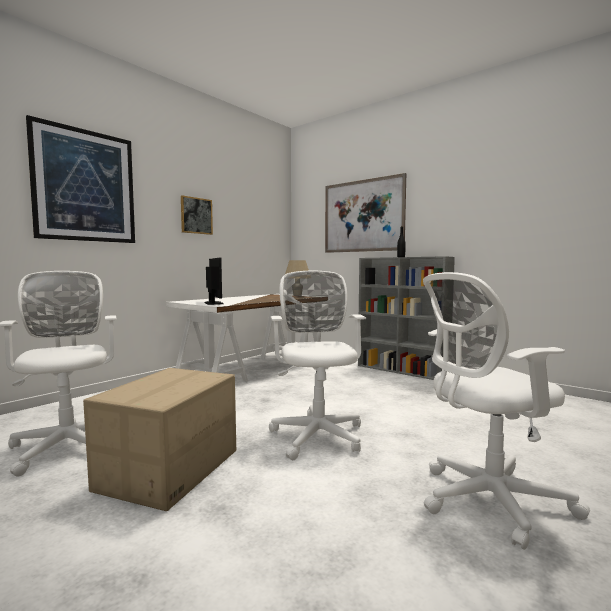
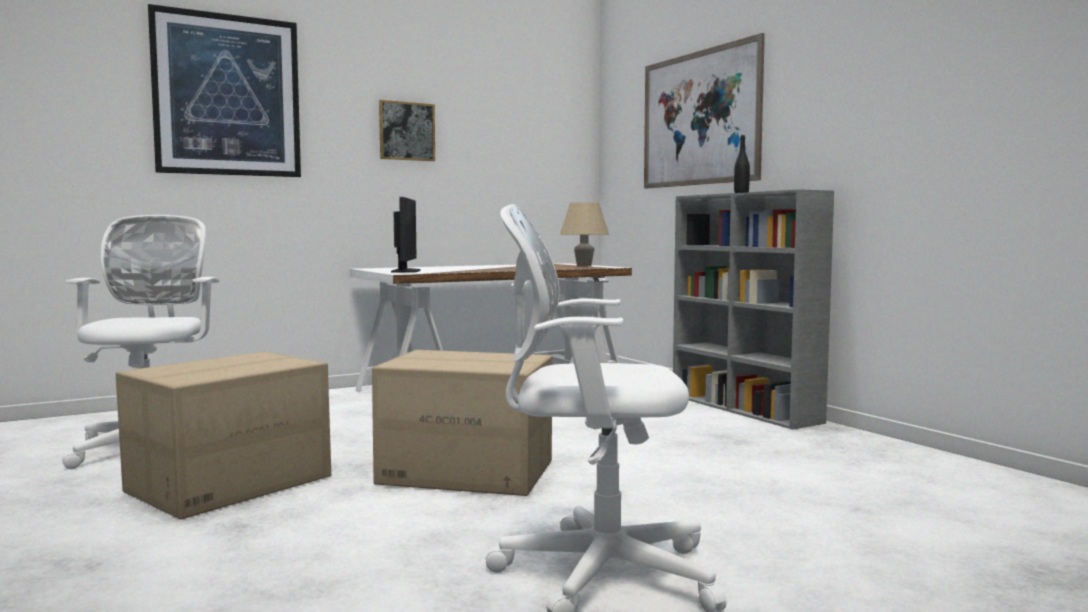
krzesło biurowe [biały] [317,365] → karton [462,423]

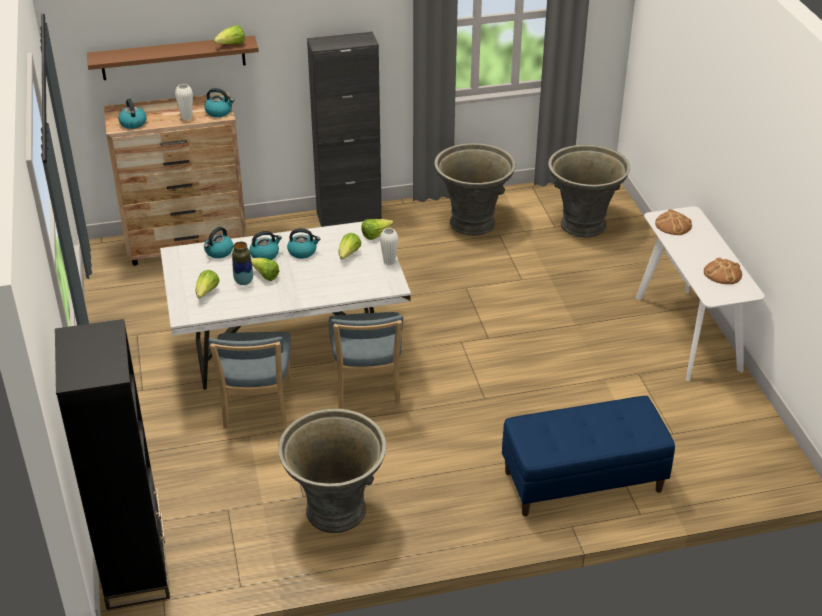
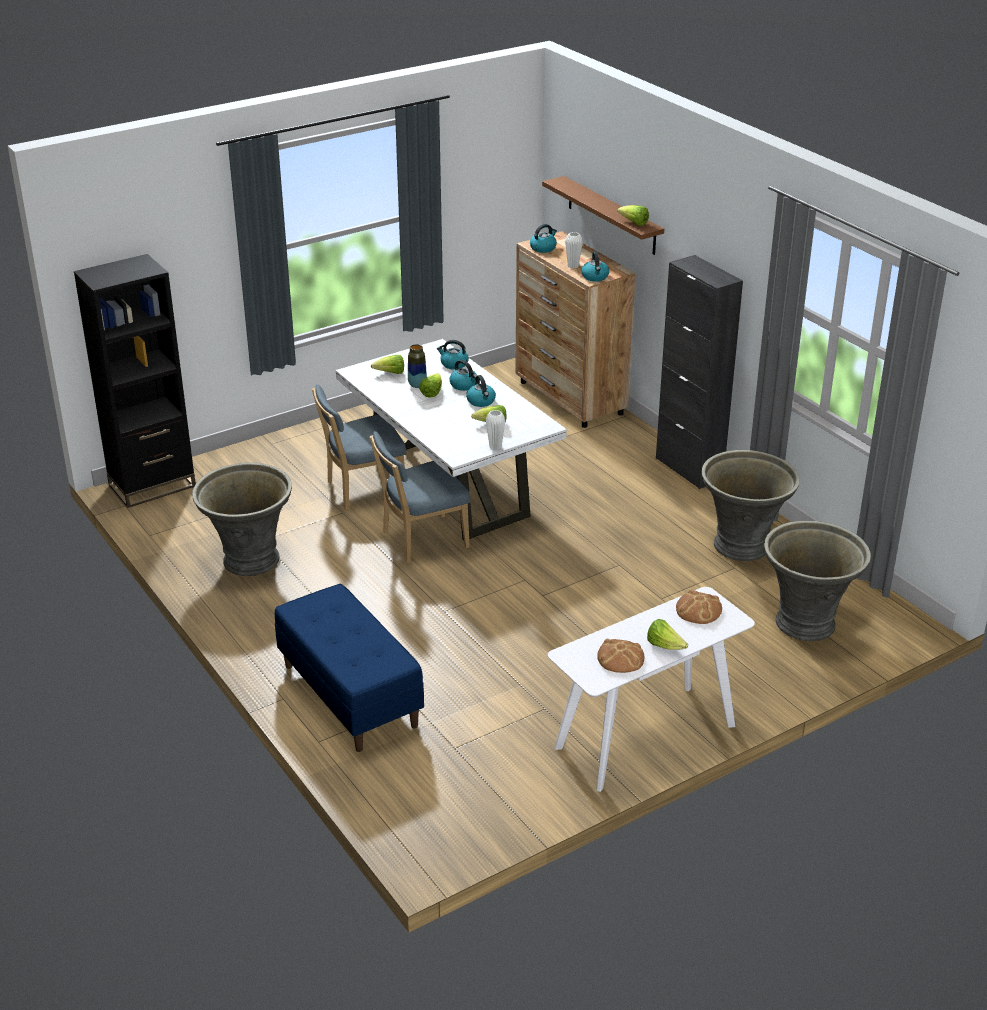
sałata [377,229] → sałata [667,634], move

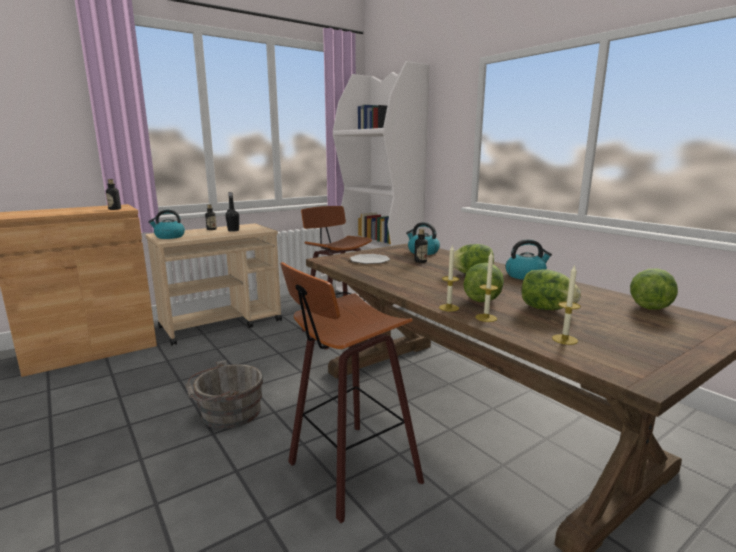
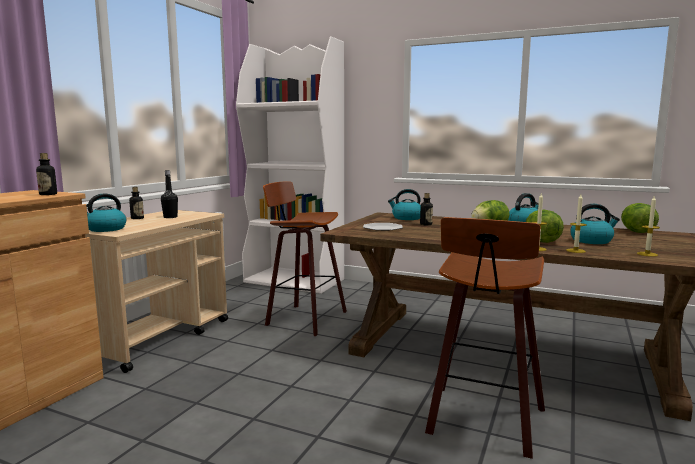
wiadro [szary] [224,394] → -
sałata [551,289] → czajnik [595,224]

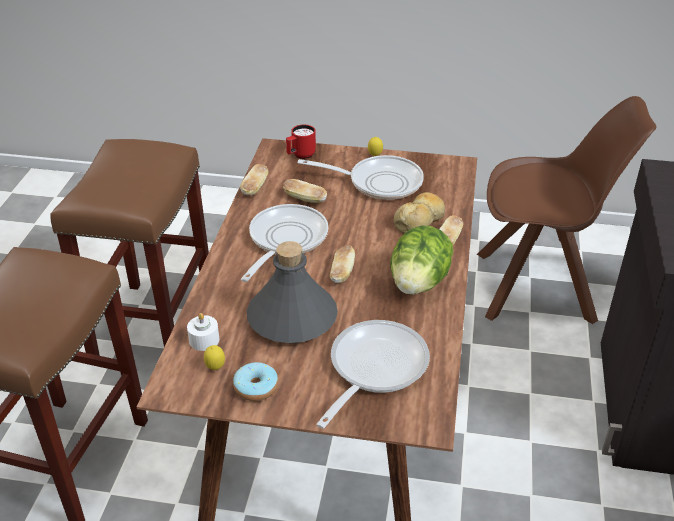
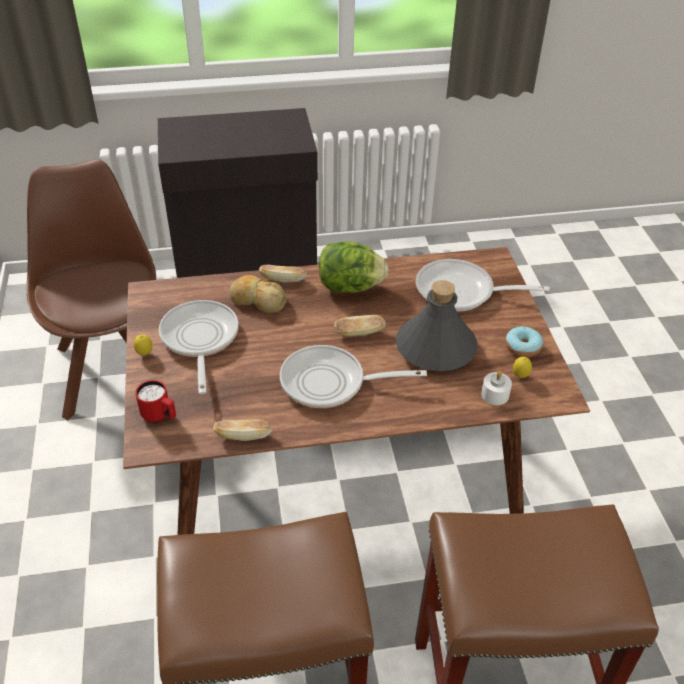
chleb [305,191] → -

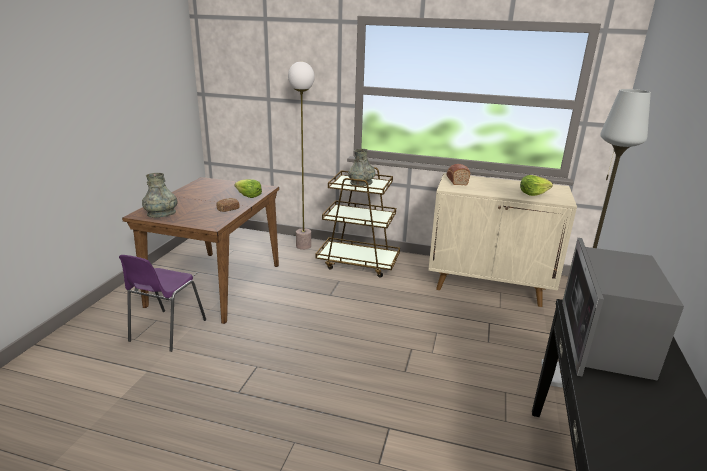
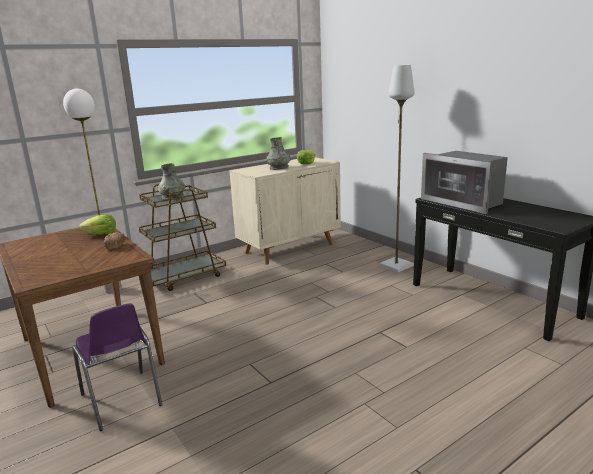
chleb [458,174] → -
wazon [szary] [160,195] → wazon [szary] [278,153], move

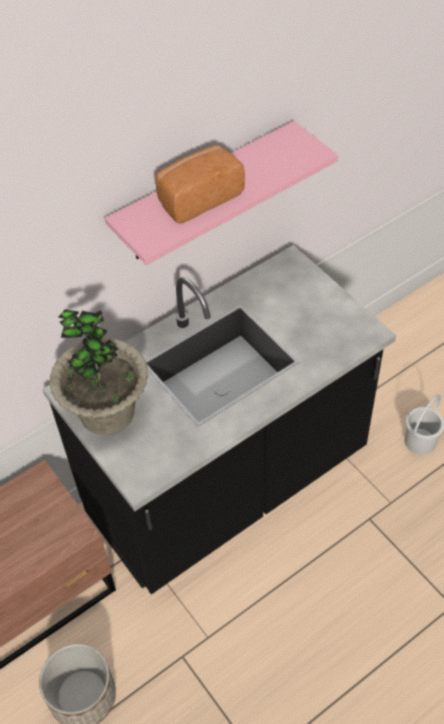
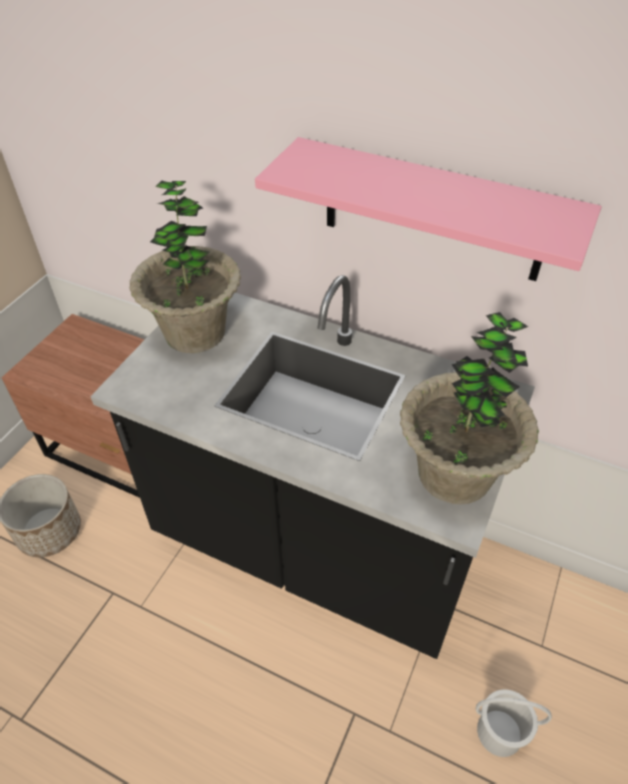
chleb [200,184] → -
- → roślina doniczkowa [469,408]

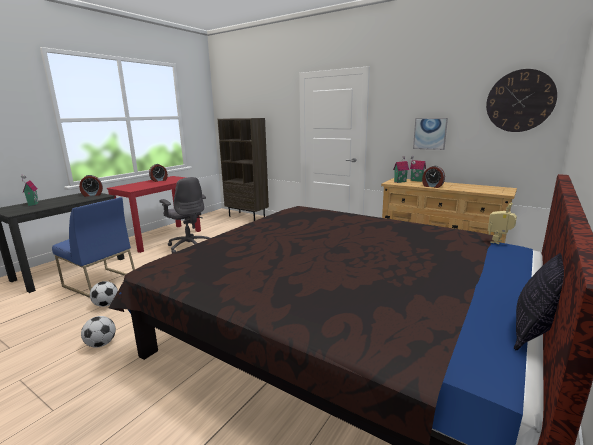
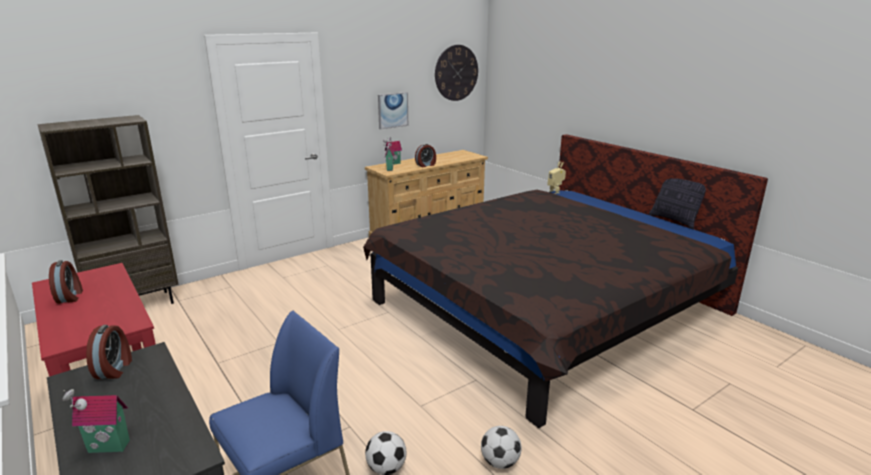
krzesło biurowe [szary] [184,215] → -

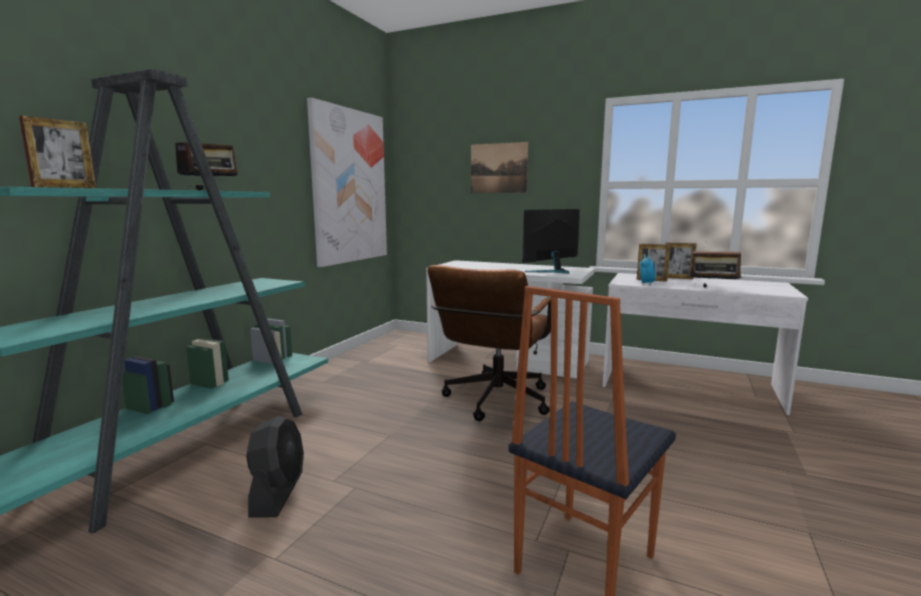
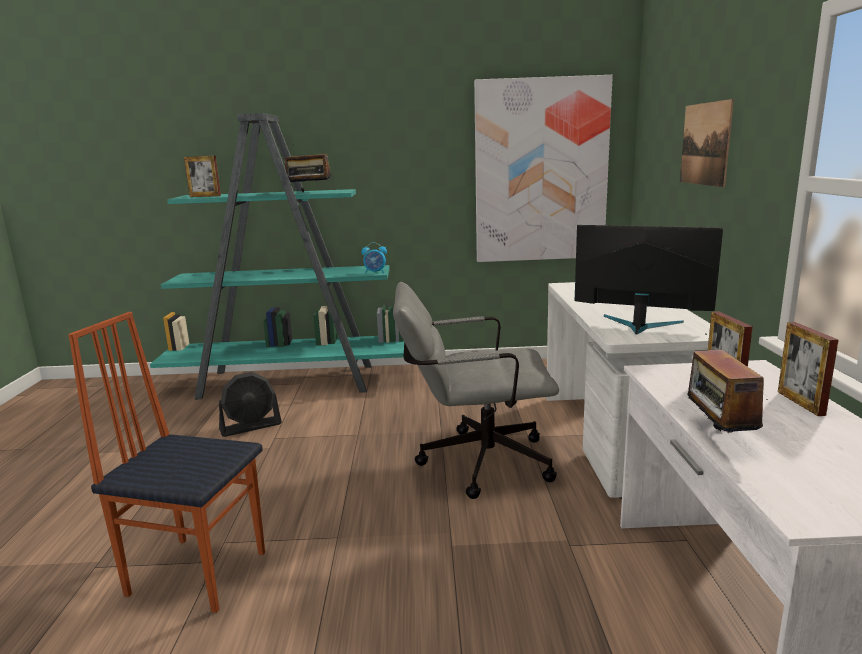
budzik [648,270] → budzik [374,258], move
krzesło biurowe [brązowy] [489,343] → krzesło biurowe [szary] [476,390]

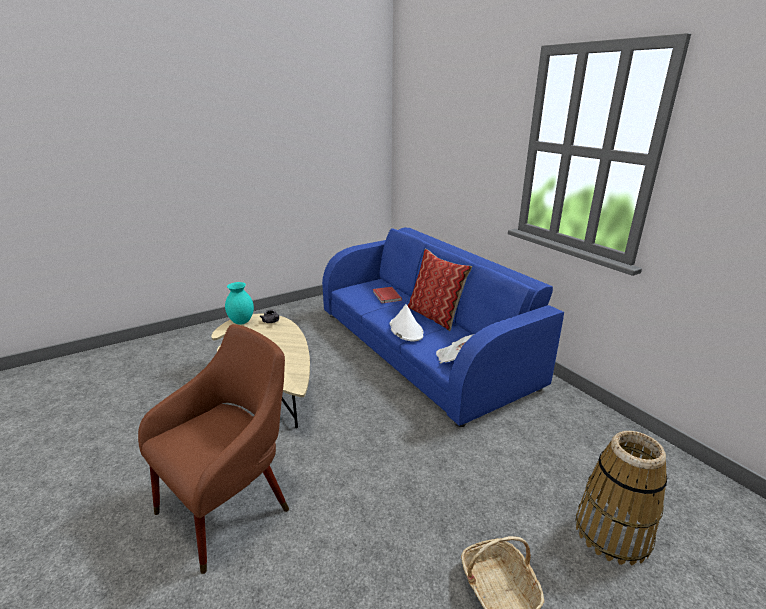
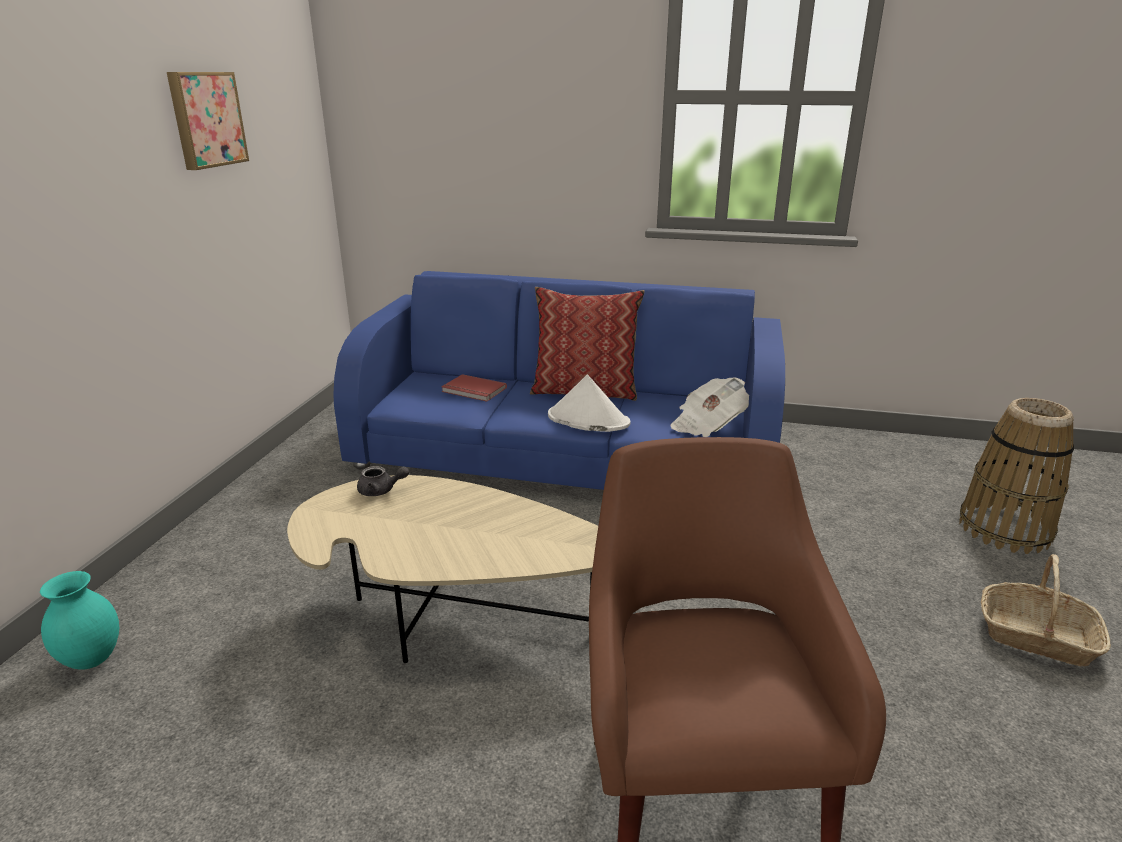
- → obraz [208,121]
wazon [turkusowy] [239,303] → wazon [turkusowy] [79,620], move

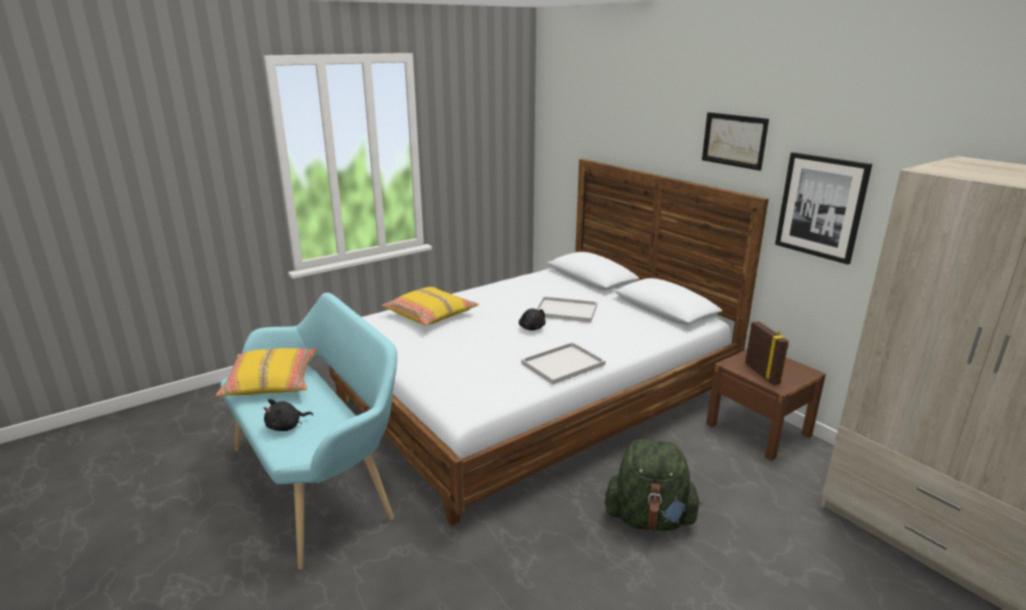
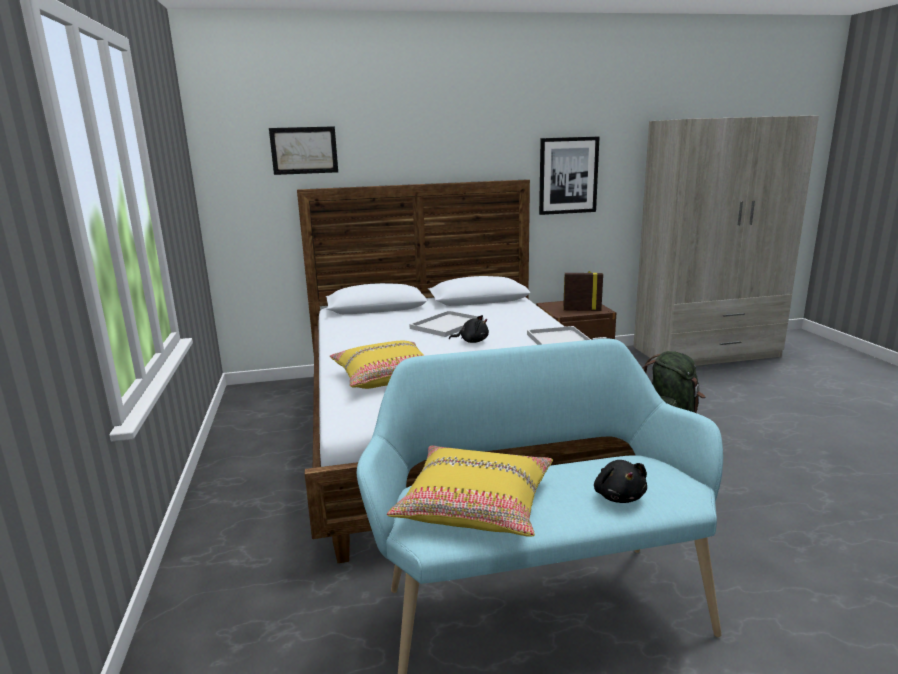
obraz [735,141] → obraz [303,150], move

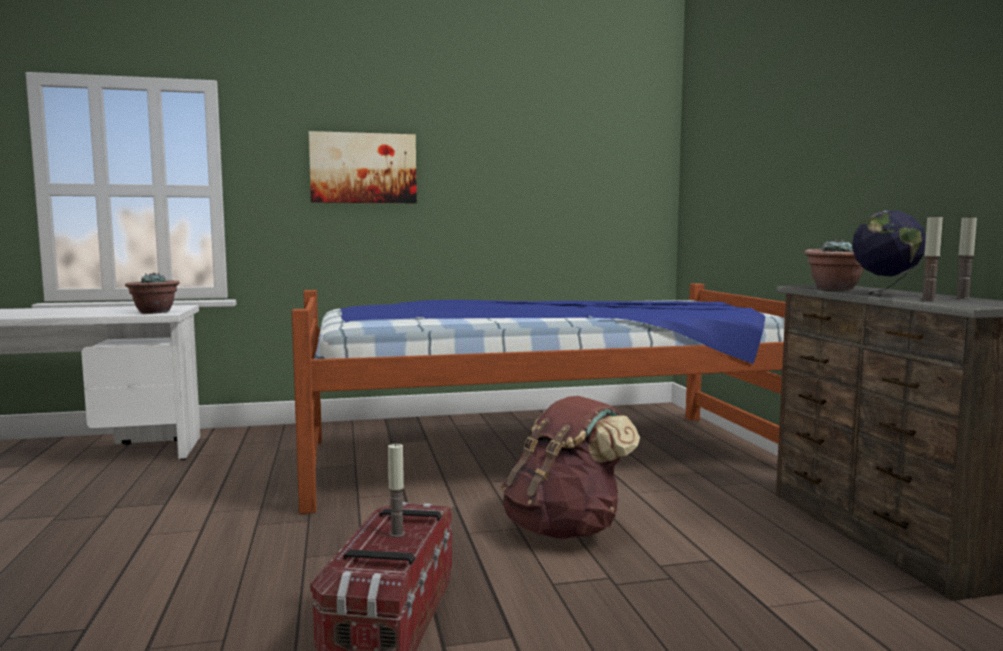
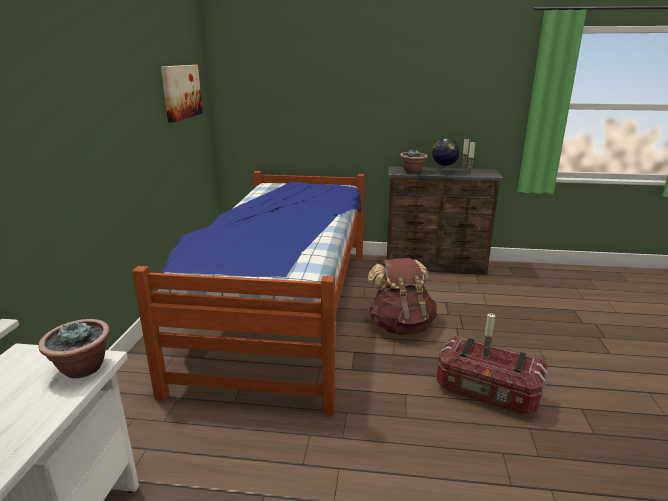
obraz [363,167] → obraz [182,94], move

